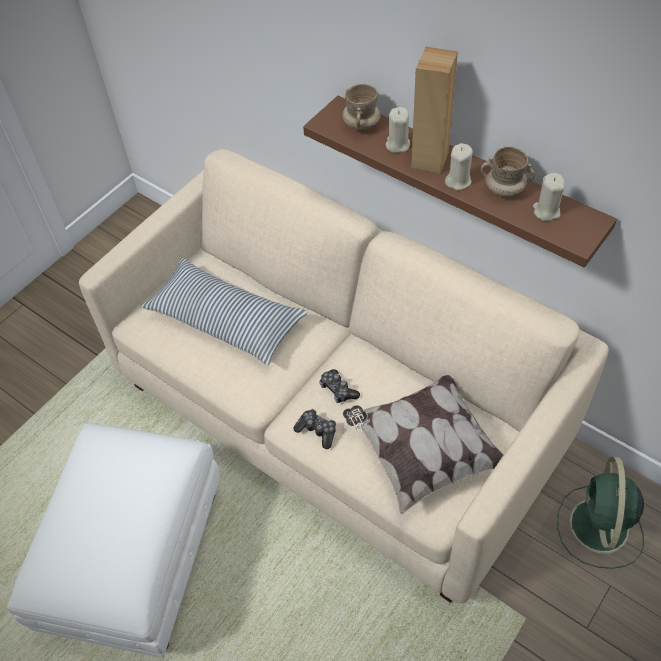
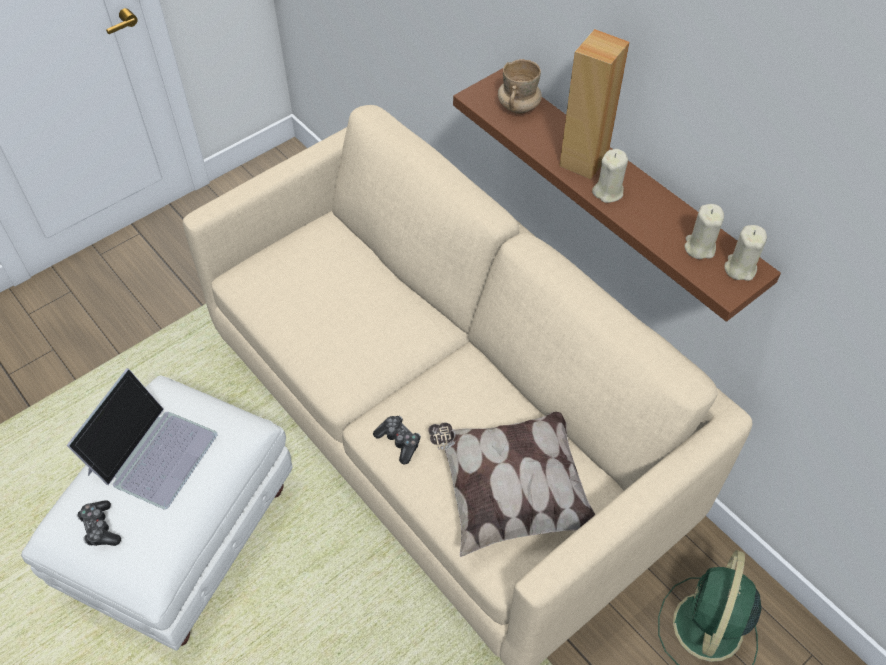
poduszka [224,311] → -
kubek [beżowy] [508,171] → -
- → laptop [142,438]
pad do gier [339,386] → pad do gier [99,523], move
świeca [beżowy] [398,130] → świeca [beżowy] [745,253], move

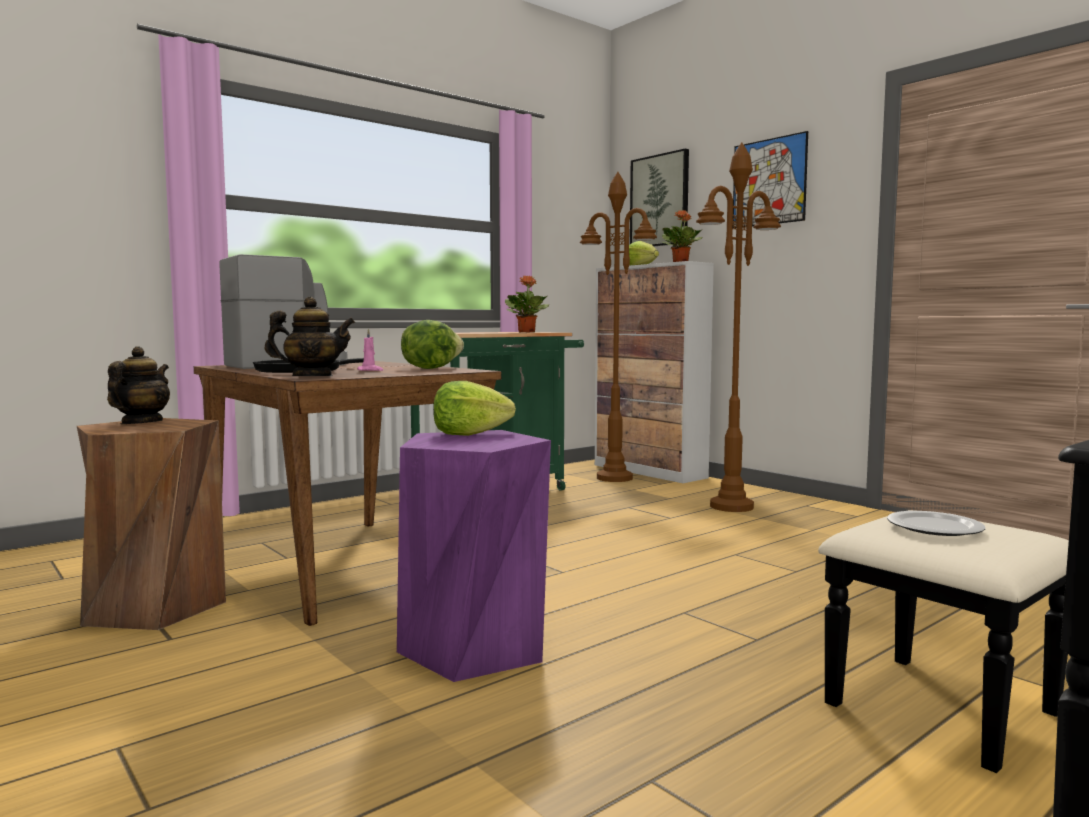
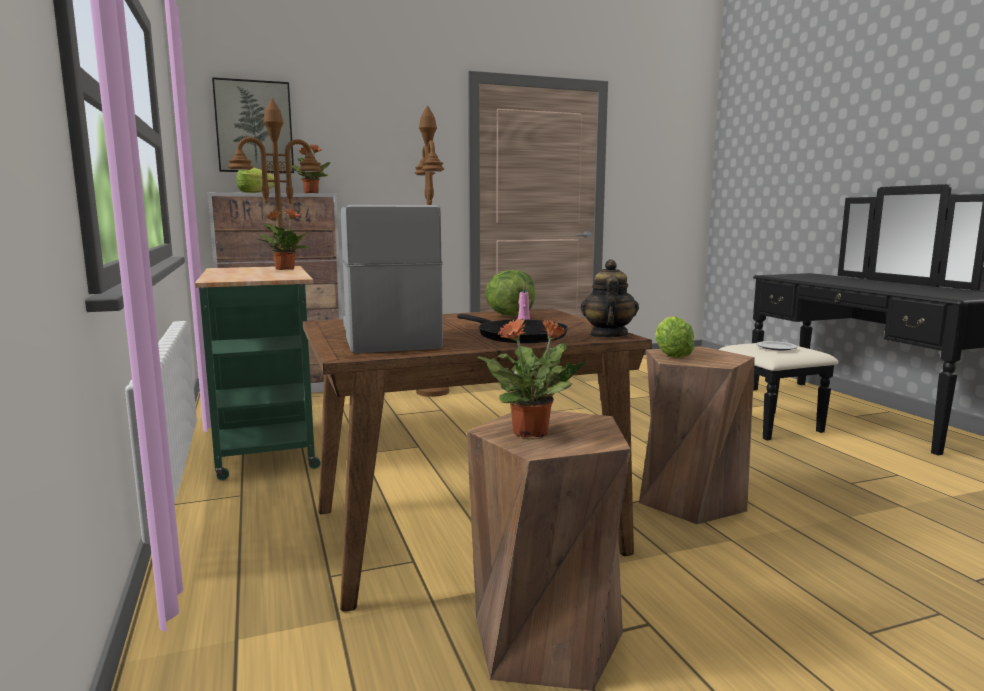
obraz [770,179] → -
imbryk [138,385] → roślina doniczkowa [532,378]
stołek [fioletowy] [474,556] → stołek [brązowy] [697,435]

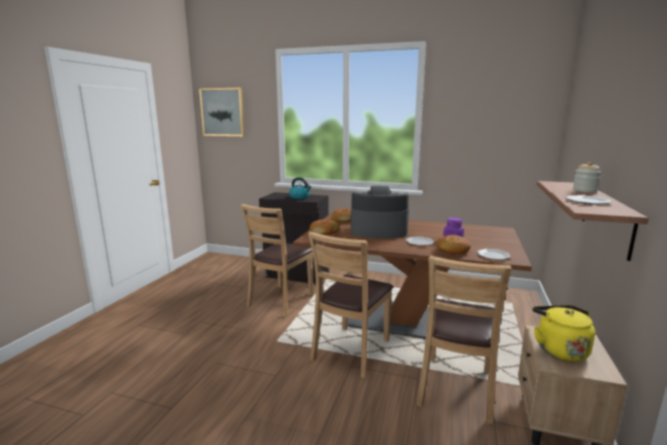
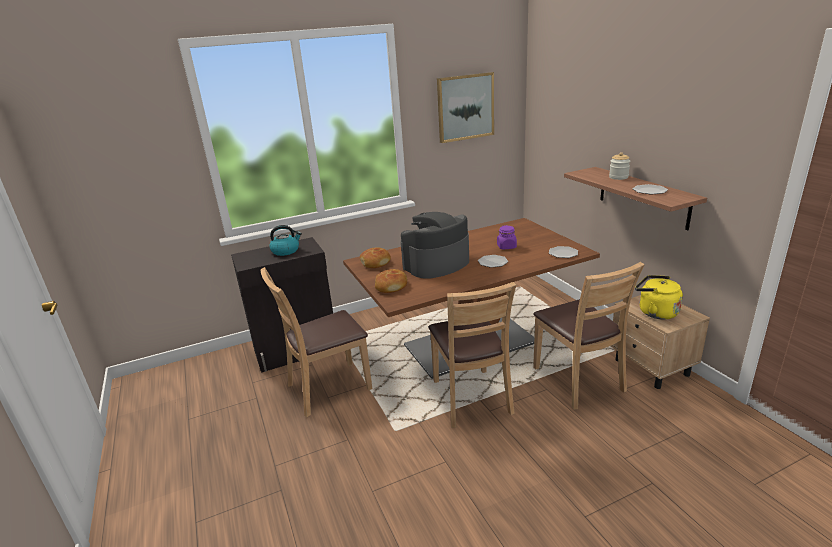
chleb [453,244] → -
obraz [222,112] → obraz [465,107], move
krzesło [brązowy] [276,260] → krzesło [brązowy] [316,342], 75 degrees clockwise

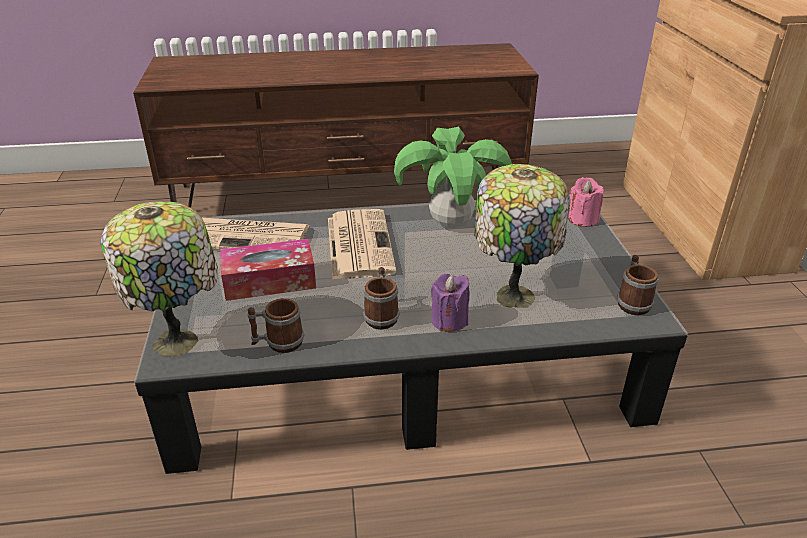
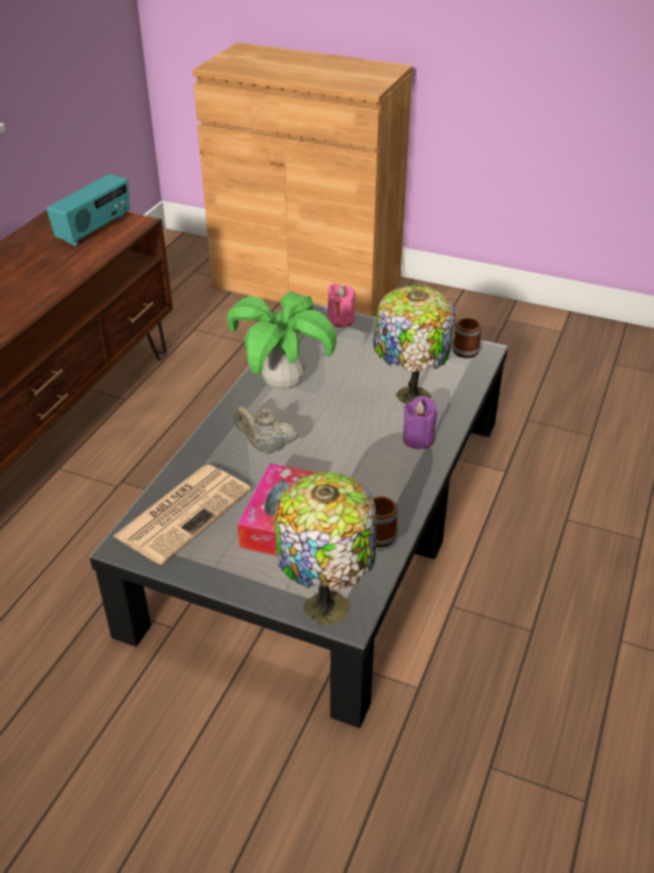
kubek [381,298] → -
- → radio [88,210]
gazeta [362,244] → imbryk [beżowy] [266,430]

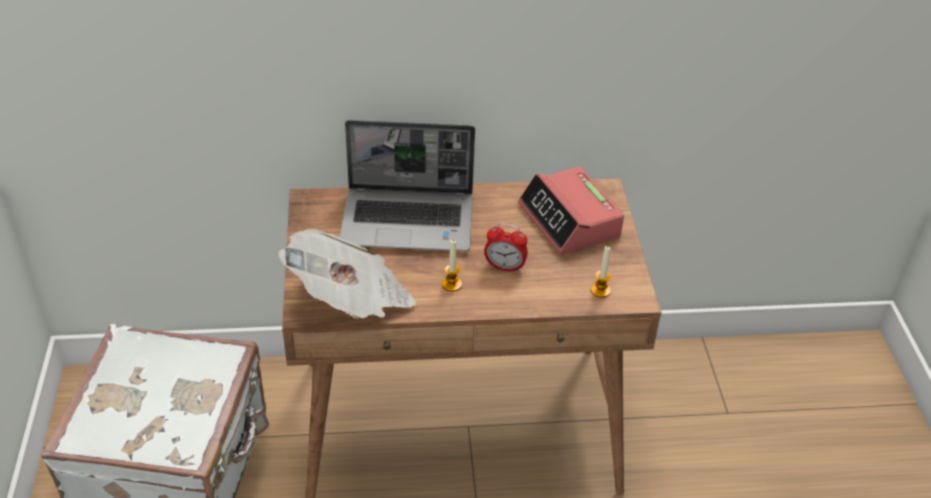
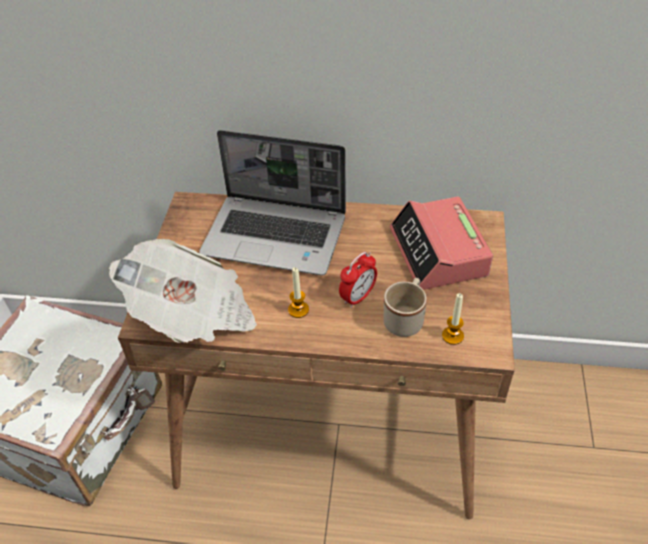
- → kubek [beżowy] [405,307]
budzik [506,248] → budzik [358,280], 75 degrees counterclockwise

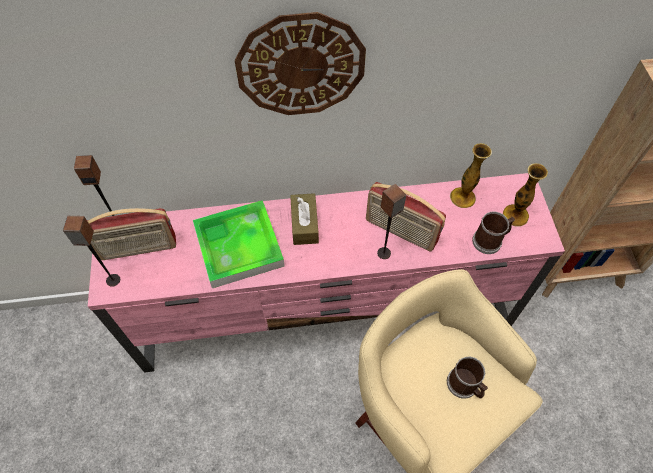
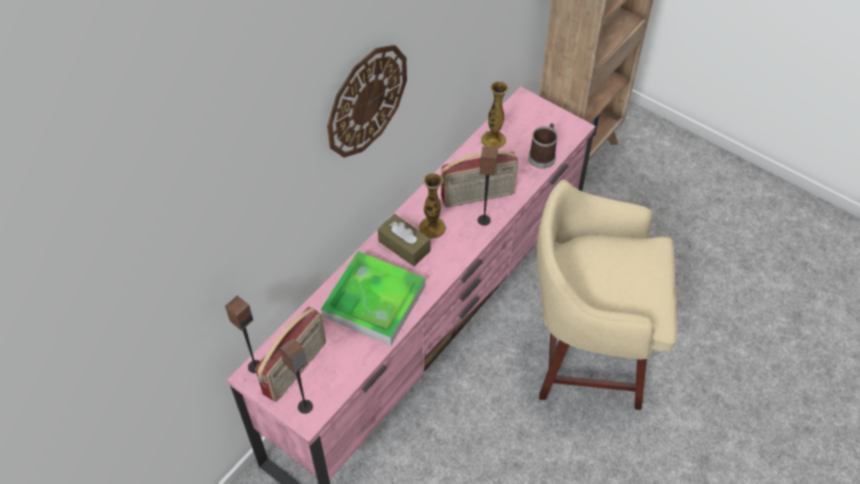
kubek [467,378] → -
wazon [525,195] → wazon [432,206], move

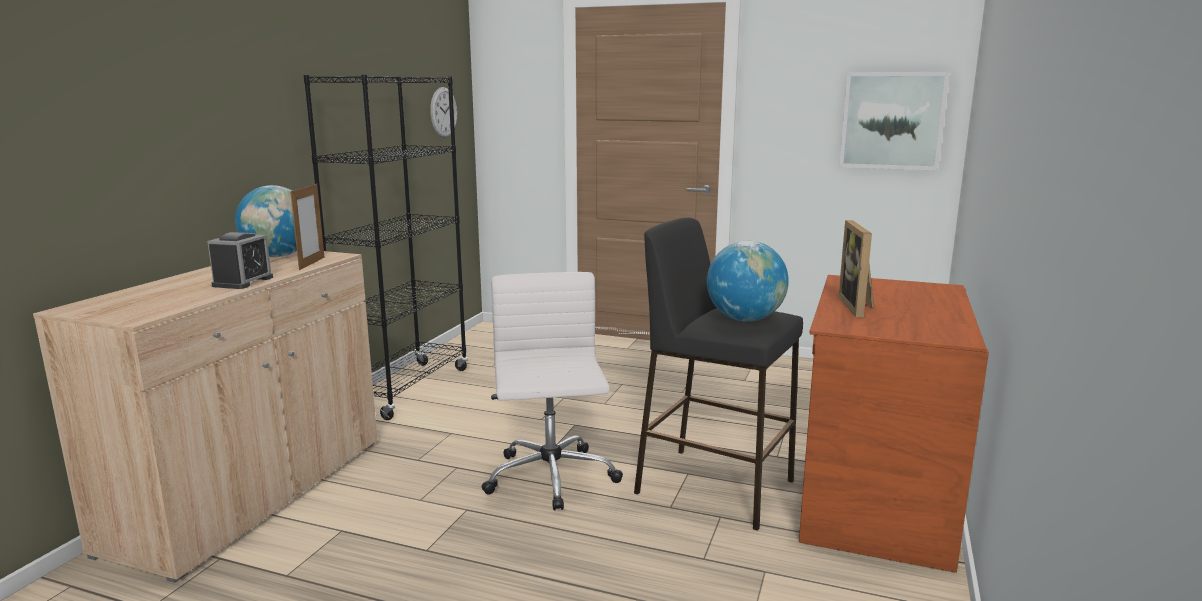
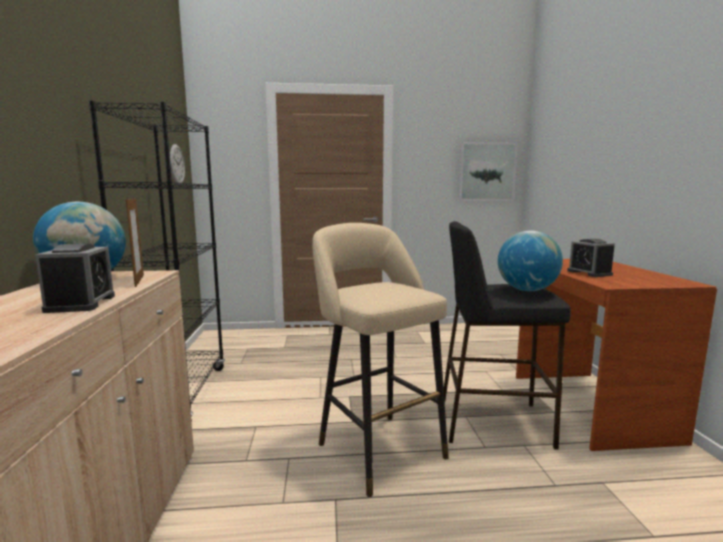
krzesło biurowe [biały] [552,391] → stołek [beżowy] [380,360]
ramka na zdjęcie [856,268] → budzik [591,258]

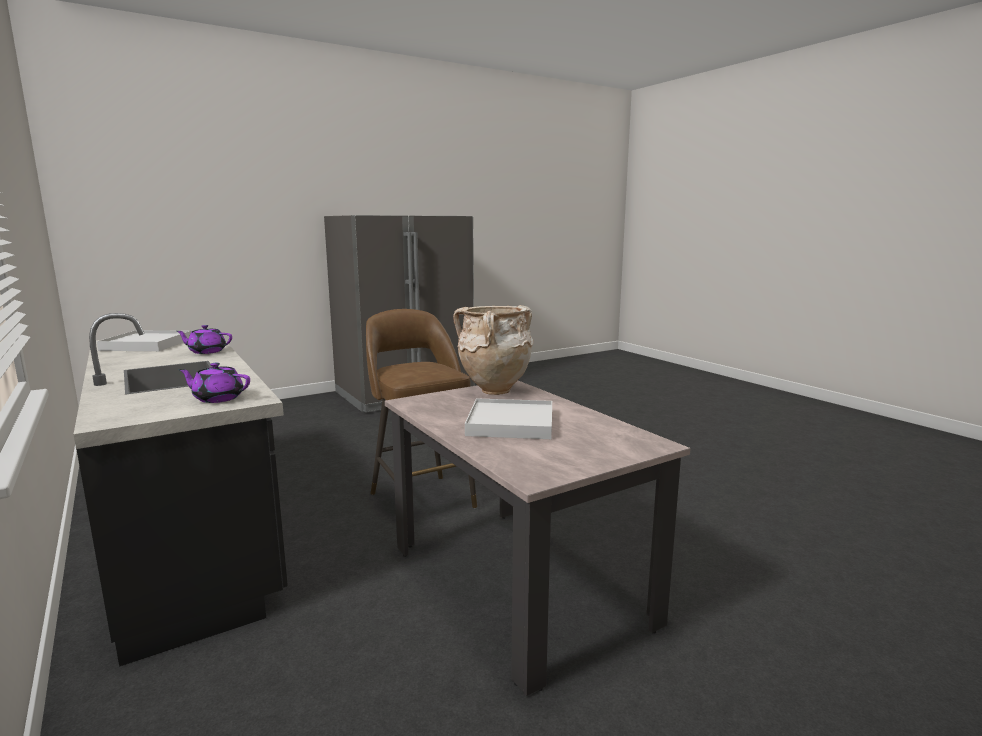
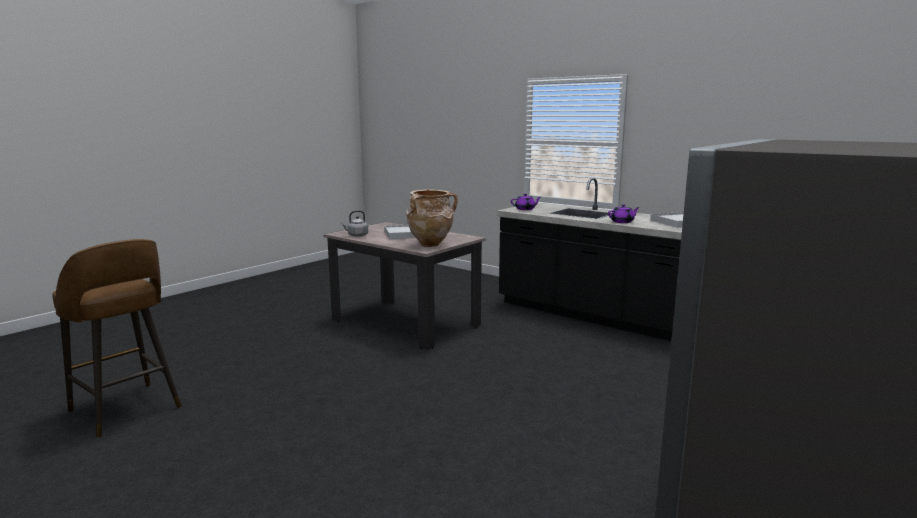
- → czajnik [szary] [354,223]
stołek [brązowy] [421,408] → stołek [brązowy] [117,338], move

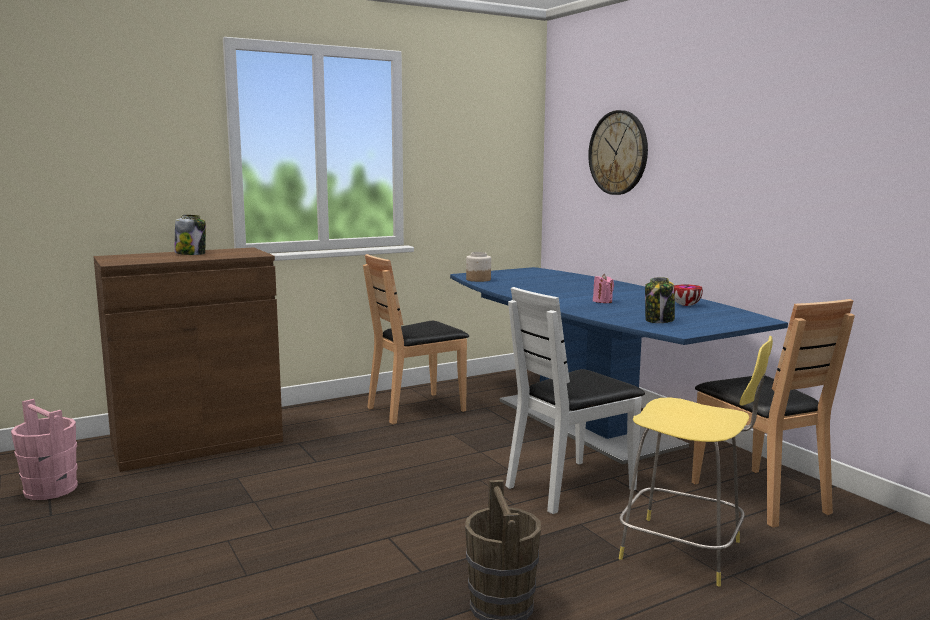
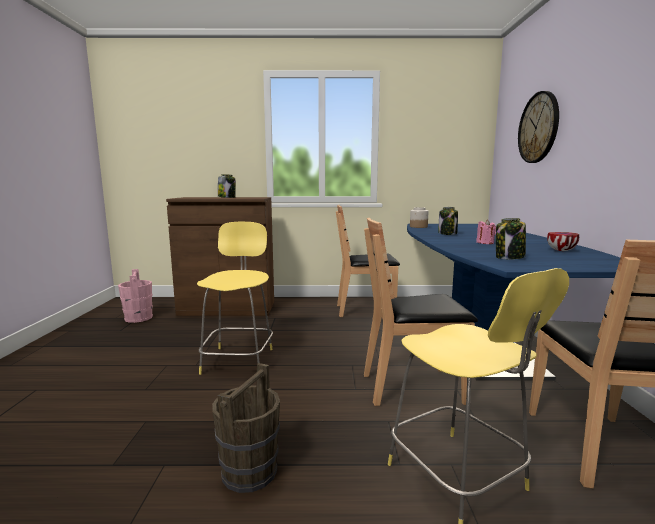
- → stołek [żółty] [235,298]
- → słoik [448,221]
krzesło [biały] [575,400] → krzesło [brązowy] [421,312]

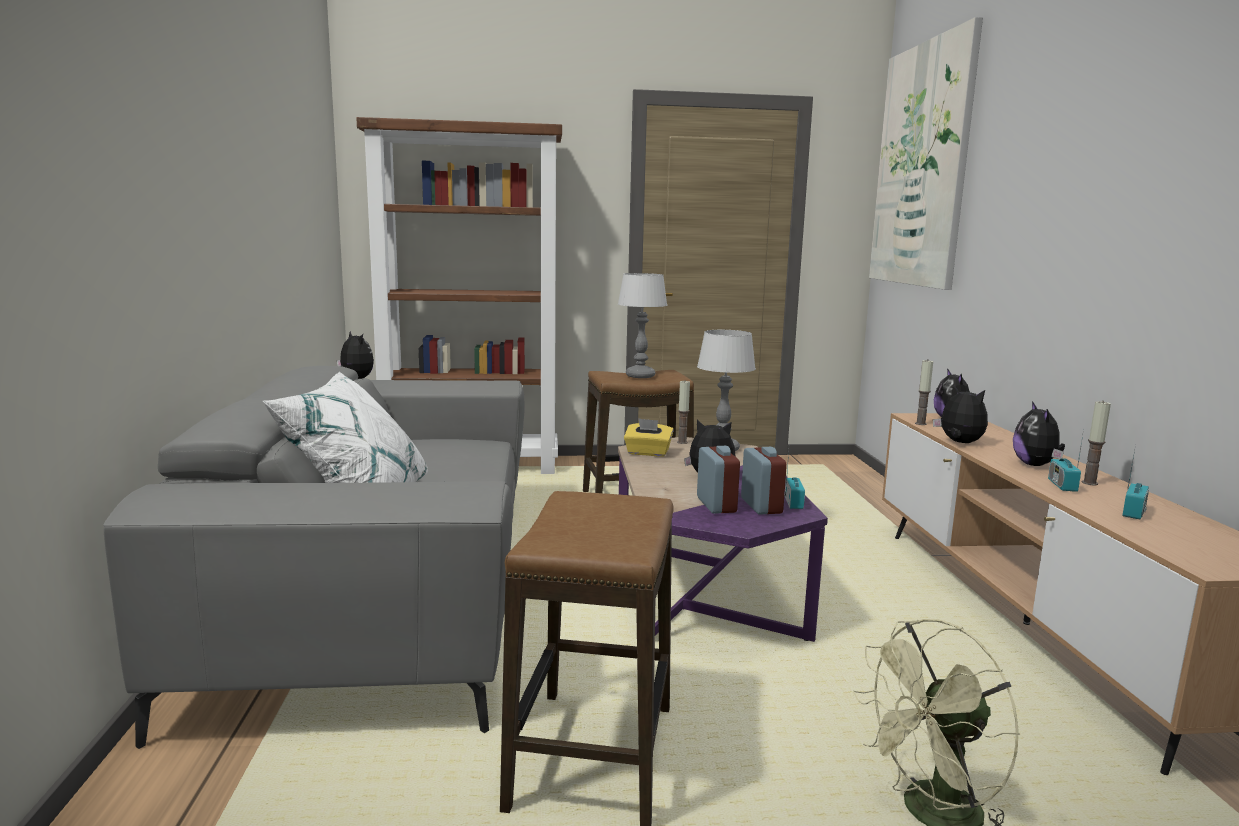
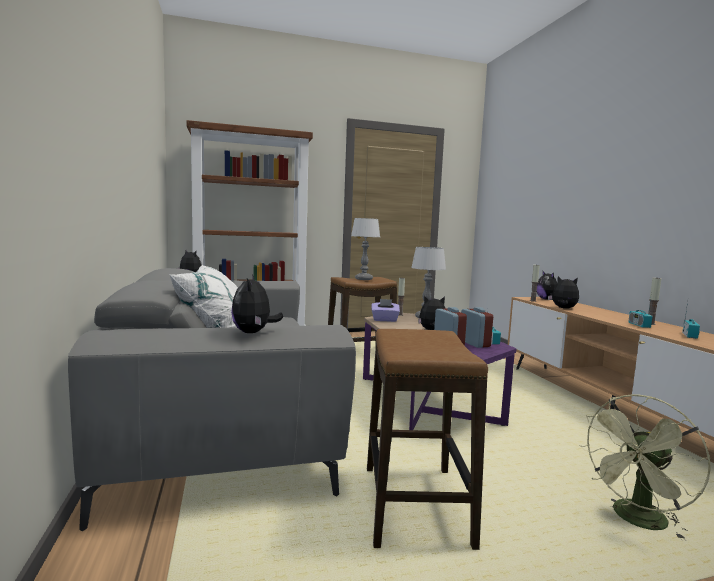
obraz [926,153] → -
pluszak [1039,433] → pluszak [257,303], move
pudełko chusteczek [żółty] [649,437] → pudełko chusteczek [fioletowy] [385,310]

